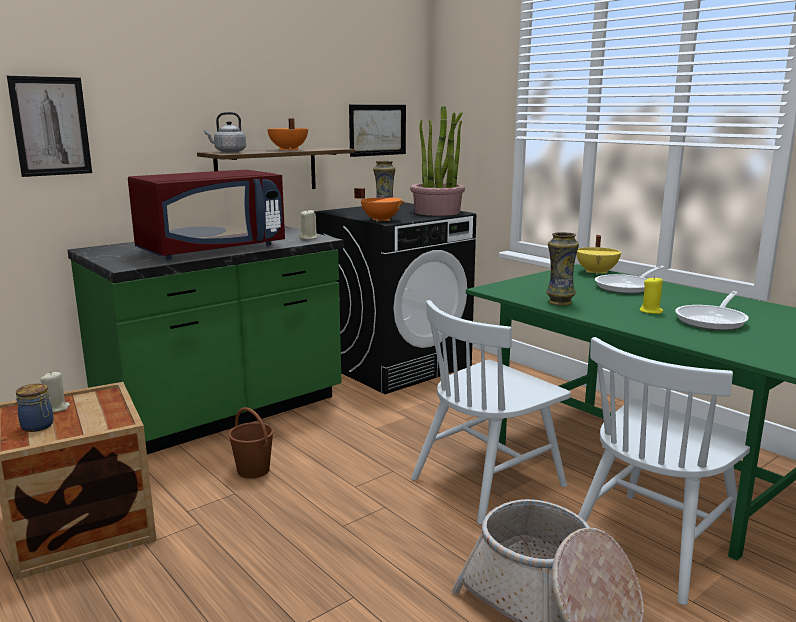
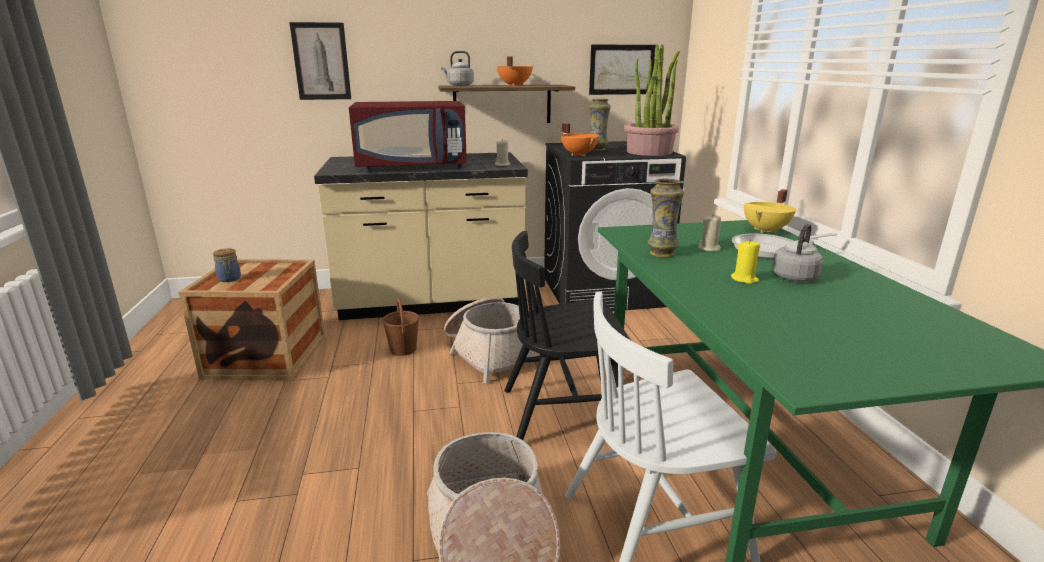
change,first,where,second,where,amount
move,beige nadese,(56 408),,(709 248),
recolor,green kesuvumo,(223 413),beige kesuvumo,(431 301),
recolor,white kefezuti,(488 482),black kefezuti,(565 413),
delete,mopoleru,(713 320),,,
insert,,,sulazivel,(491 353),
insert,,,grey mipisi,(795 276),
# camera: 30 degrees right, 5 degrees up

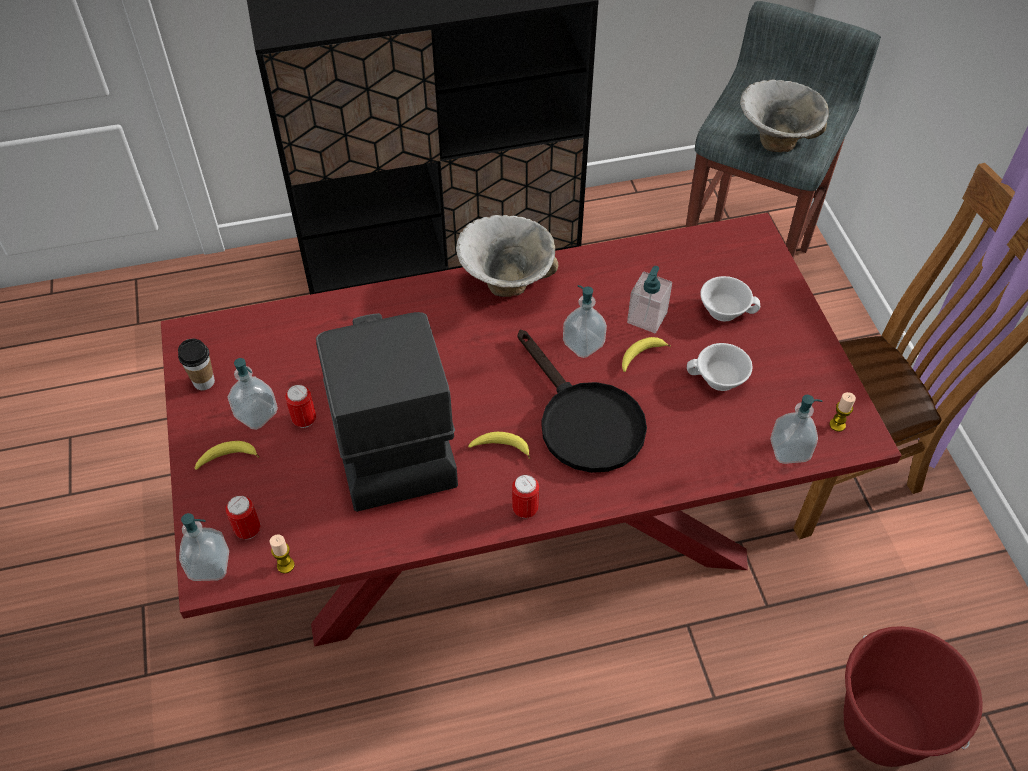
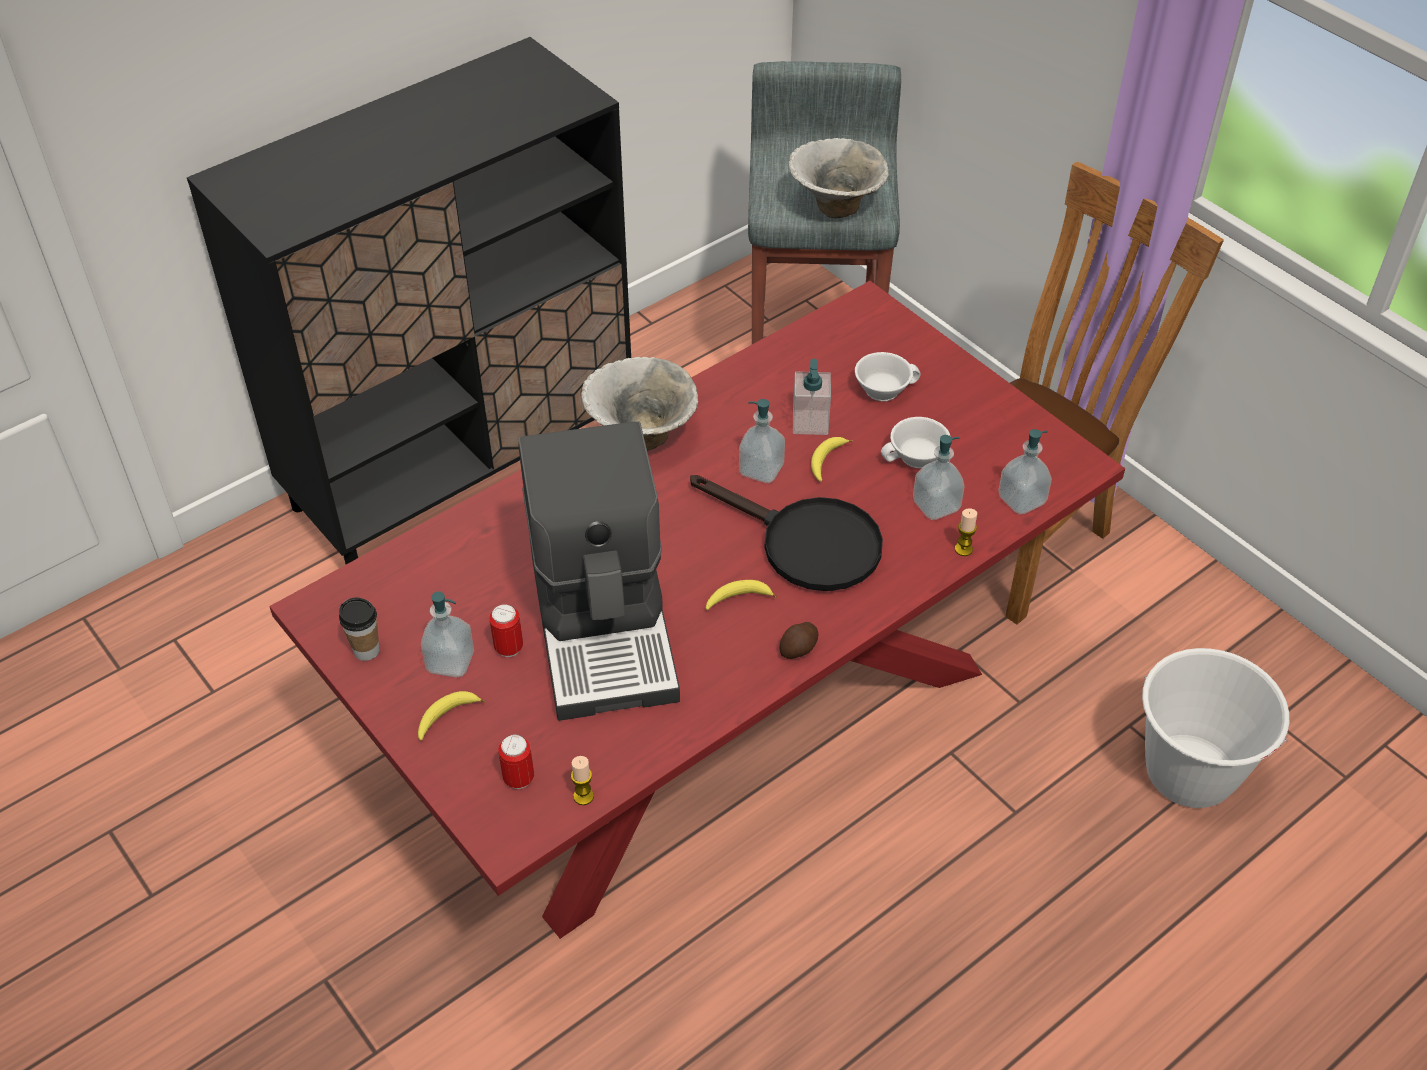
change,first,where,second,where,amount
move,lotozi,(209 565),,(936 505),
rotate,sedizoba,(386 431),,(606 627),150 degrees counterclockwise
replace,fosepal,(525 509),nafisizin,(799 648),
move,nadese,(837 425),,(963 549),
recolor,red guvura,(882 728),white guvura,(1189 773),
# camera: 25 degrees left, 5 degrees down

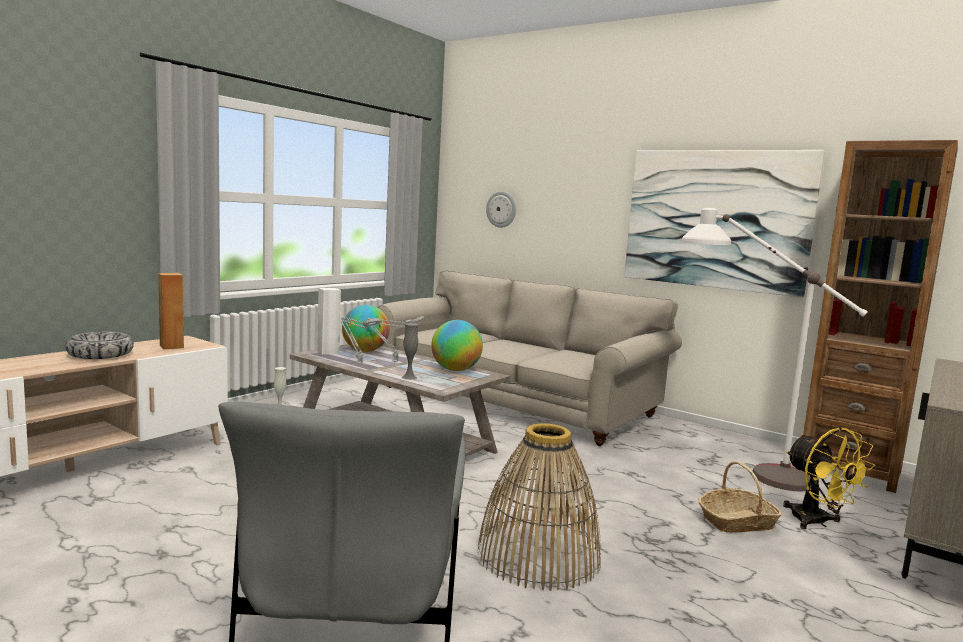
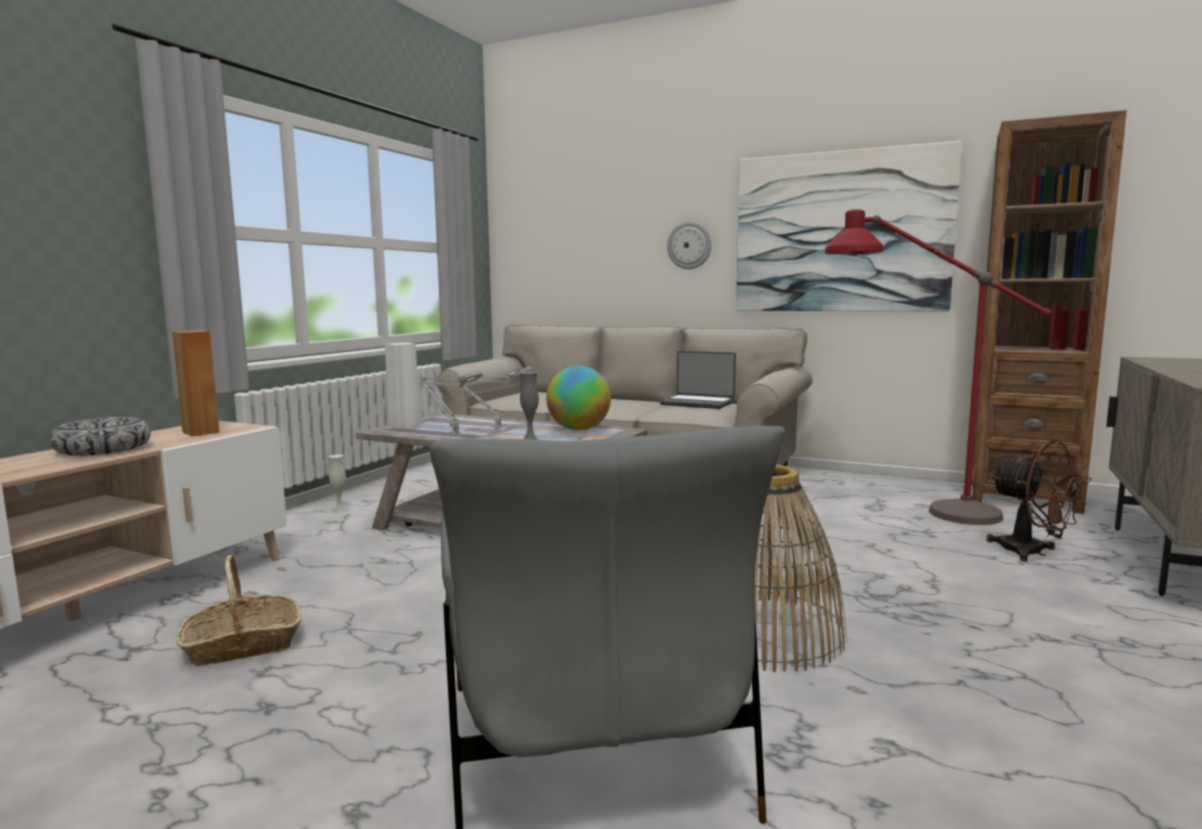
change,first,where,second,where,amount
delete,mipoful,(365 351),,,
move,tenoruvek,(501 209),,(689 245),
recolor,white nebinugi,(740 467),red nebinugi,(913 508),
move,sulazivel,(737 522),,(242 645),
recolor,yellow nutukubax,(816 522),brown nutukubax,(1032 553),
insert,,,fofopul,(698 403),
# camera: 10 degrees left, 0 degrees up

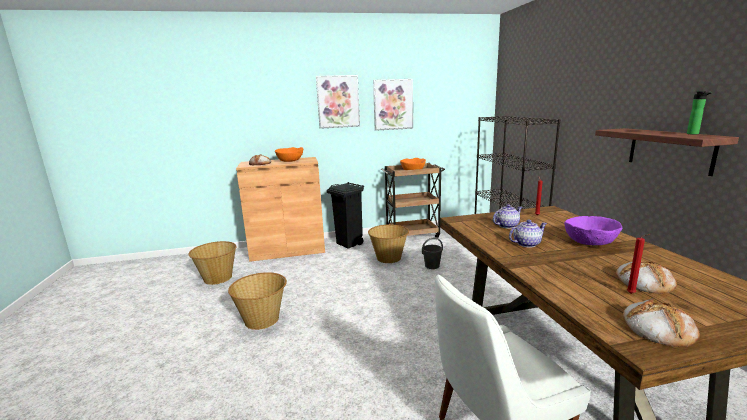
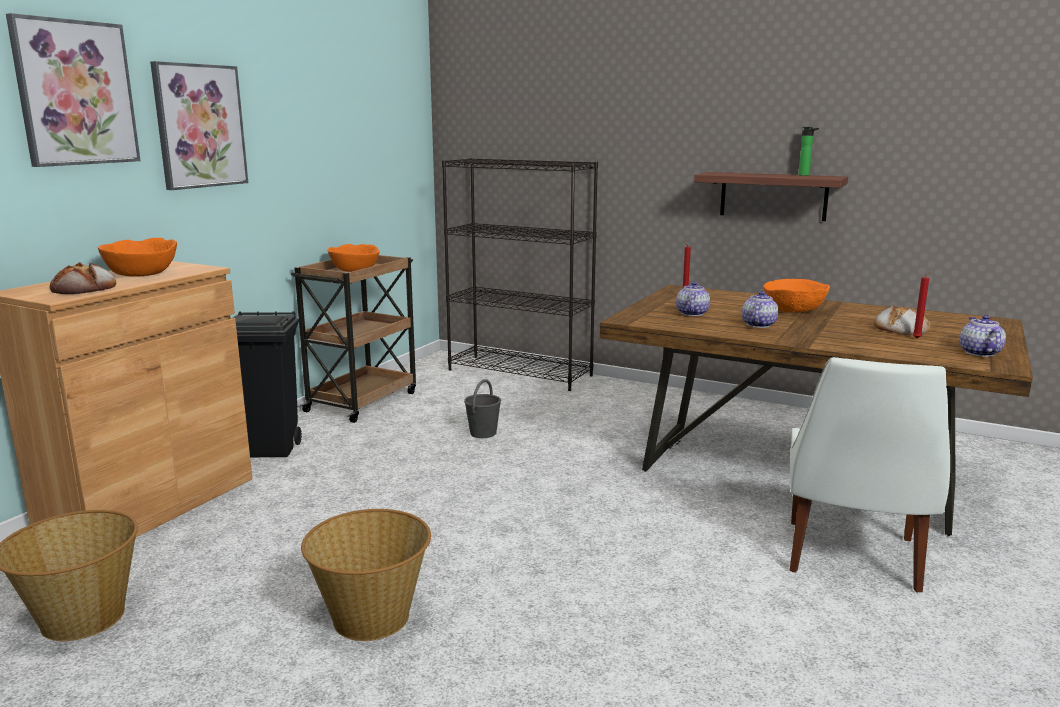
change,first,where,second,where,amount
delete,sulazivel,(389 258),,,
move,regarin,(393 104),,(75 93),
recolor,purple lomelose,(589 242),orange lomelose,(793 310),
replace,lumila,(657 328),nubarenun,(979 353),
# camera: 50 degrees left, 0 degrees up

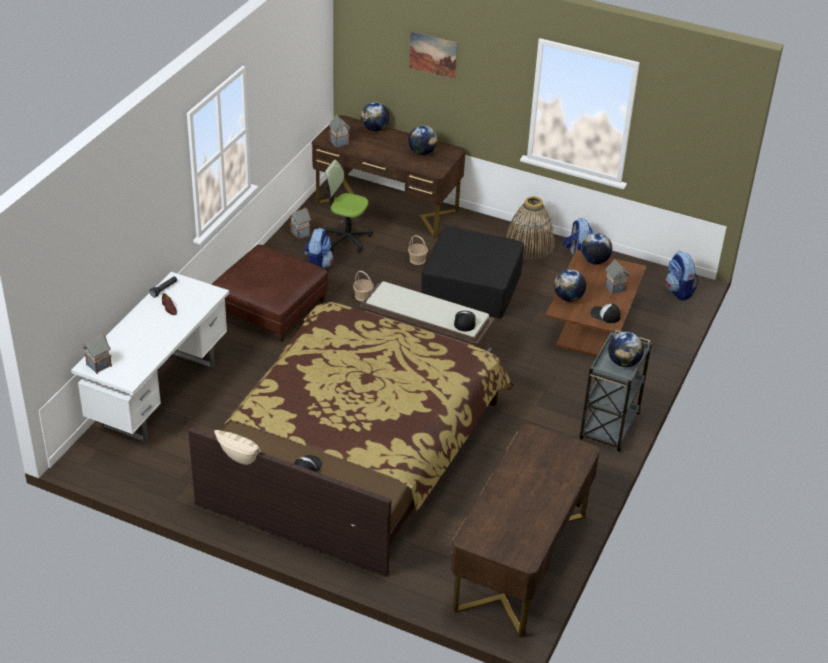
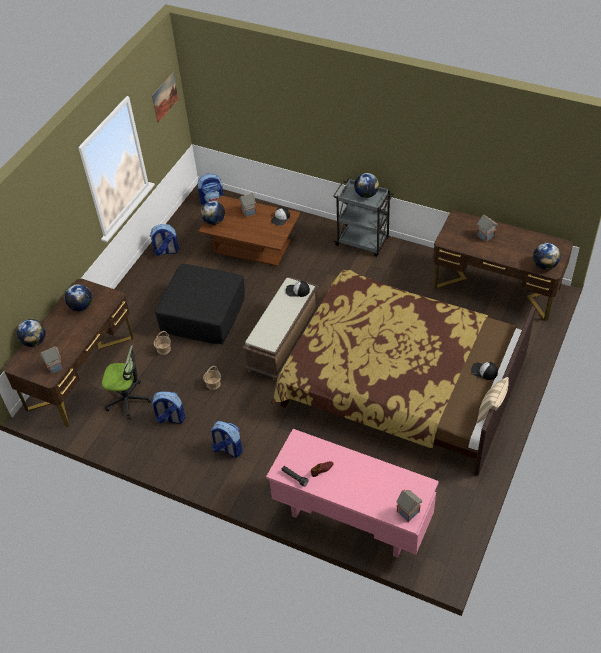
change,first,where,second,where,amount
recolor,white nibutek,(159 395),pink nibutek,(351 519),
replace,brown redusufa,(270 307),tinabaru,(228 449),
move,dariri,(300 233),,(485 236),
rotate,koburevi,(346 239),,(128 400),105 degrees counterclockwise
move,regarin,(433 54),,(164 97),
delete,sulazivel,(529 245),,,
move,mipoful,(568 298),,(544 265),
# camera: 85 degrees left, 10 degrees up

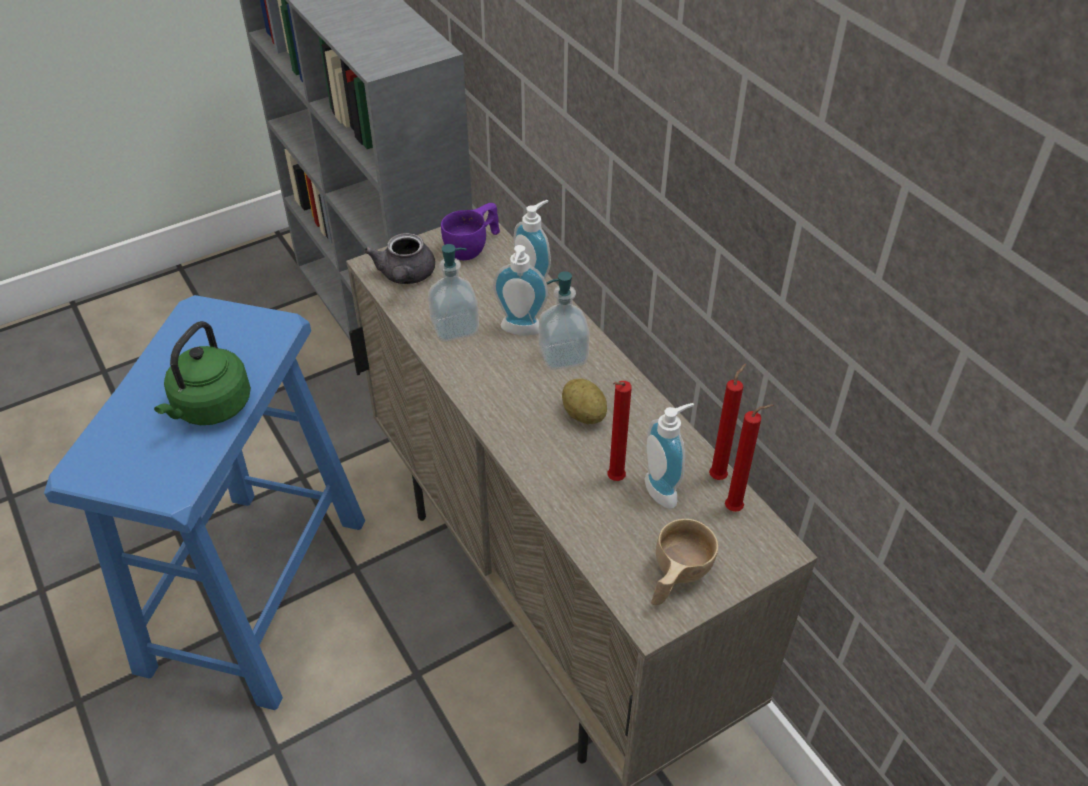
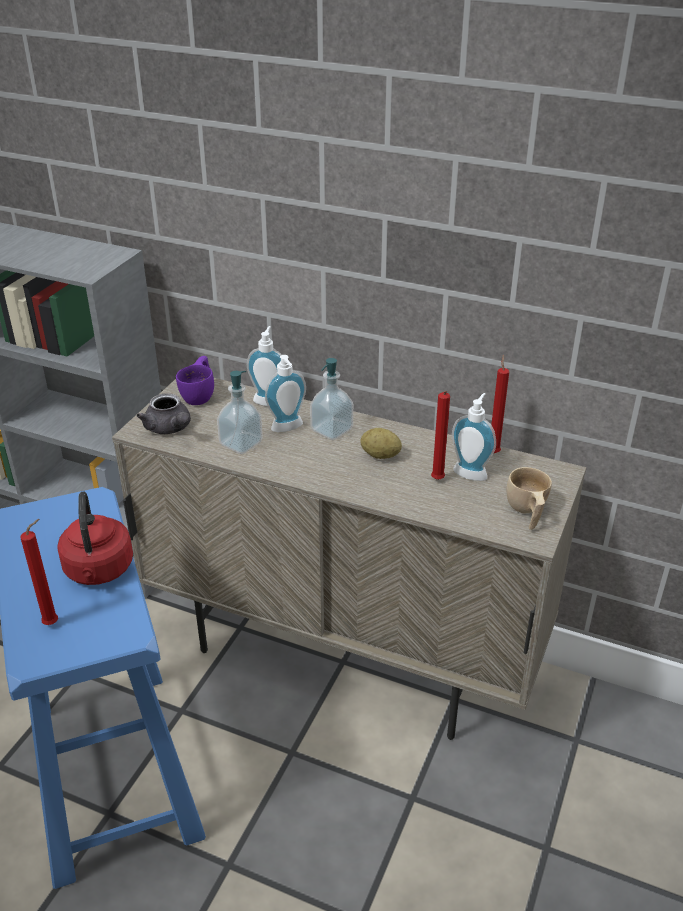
change,first,where,second,where,amount
recolor,green mipisi,(210 408),red mipisi,(99 571),
move,red nadese,(736 509),,(53 623),
# camera: 35 degrees left, 10 degrees down

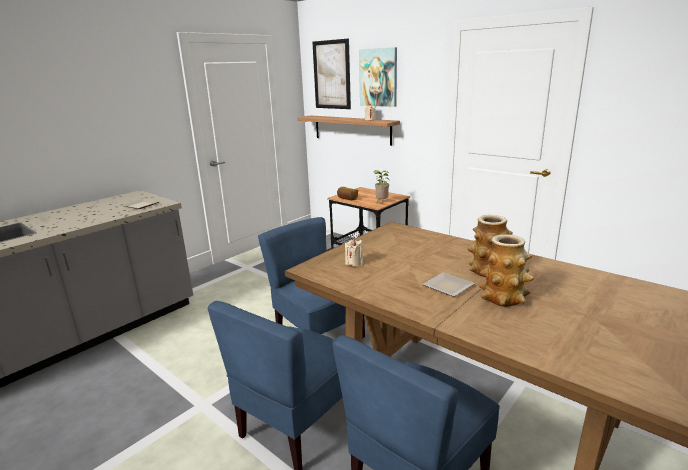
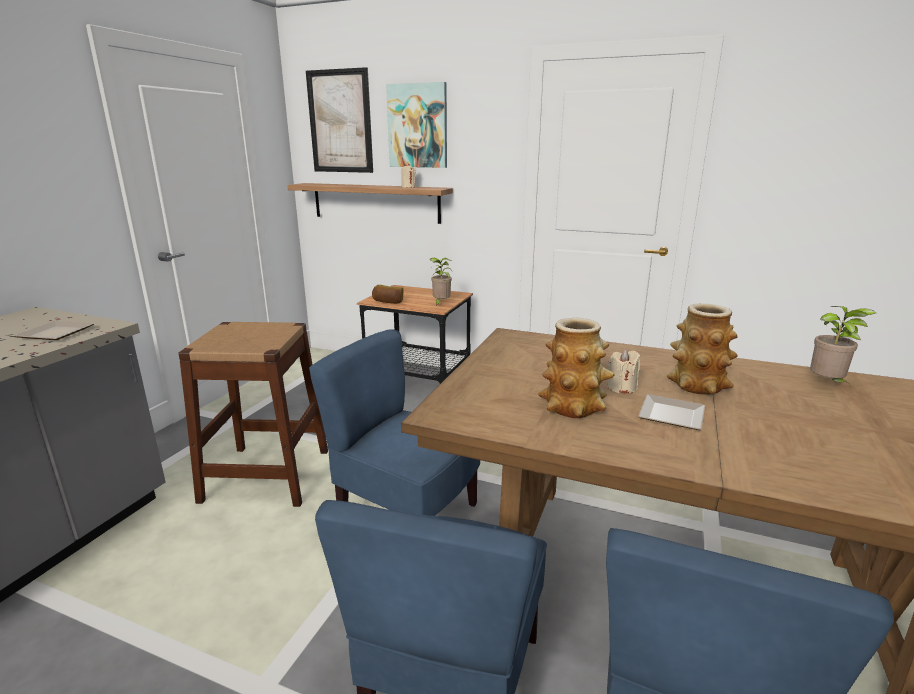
change,first,where,second,where,amount
move,beige nadese,(354 263),,(621 388),
move,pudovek,(503 298),,(573 407),
insert,,,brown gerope,(267 475),
insert,,,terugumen,(827 384),
# camera: 20 degrees left, 0 degrees up

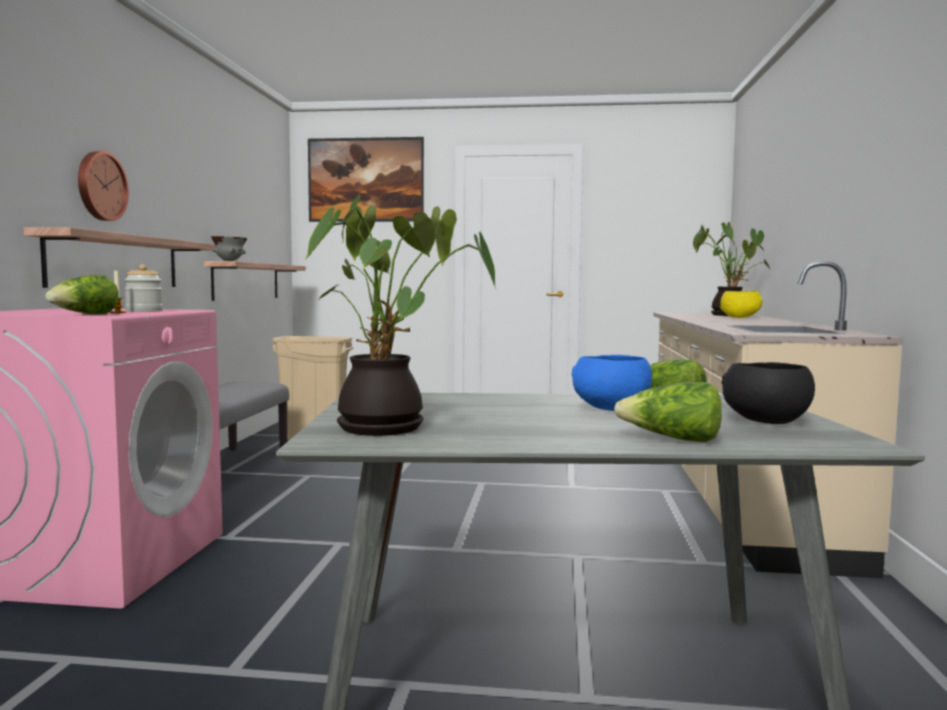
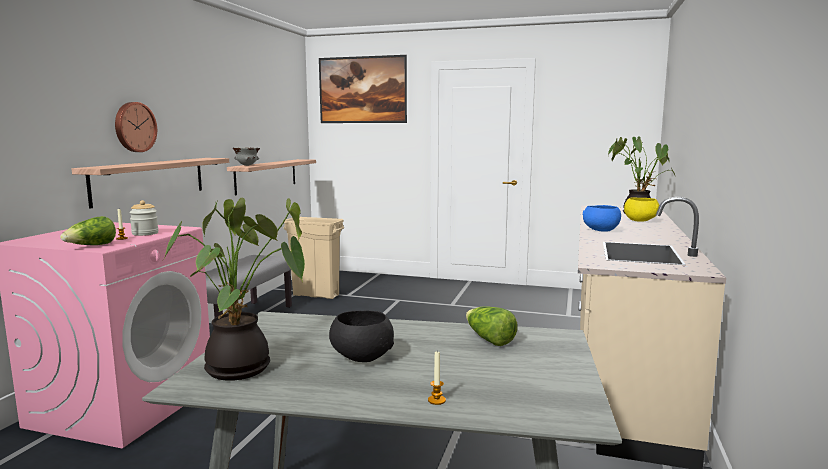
change,first,where,second,where,amount
move,blue lomelose,(610 410),,(600 231),
replace,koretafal,(672 439),nadese,(436 400),
move,black lomelose,(765 422),,(361 358),
# camera: 10 degrees right, 5 degrees up

